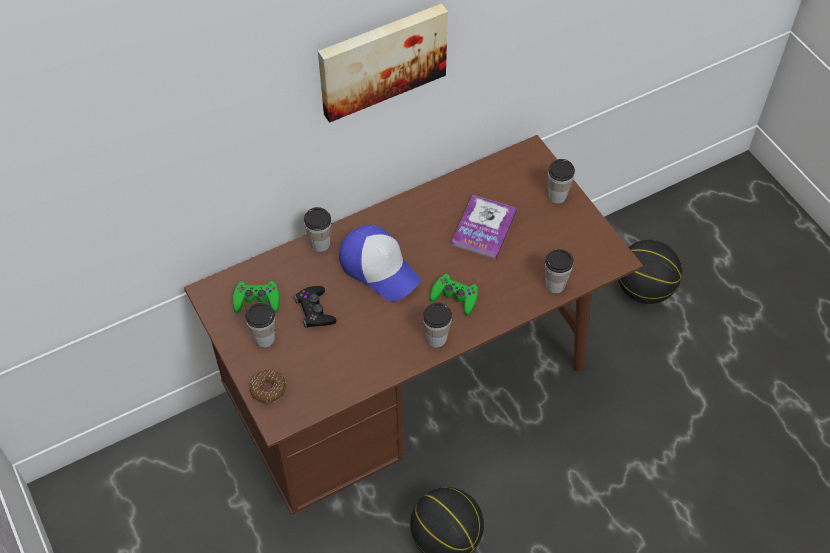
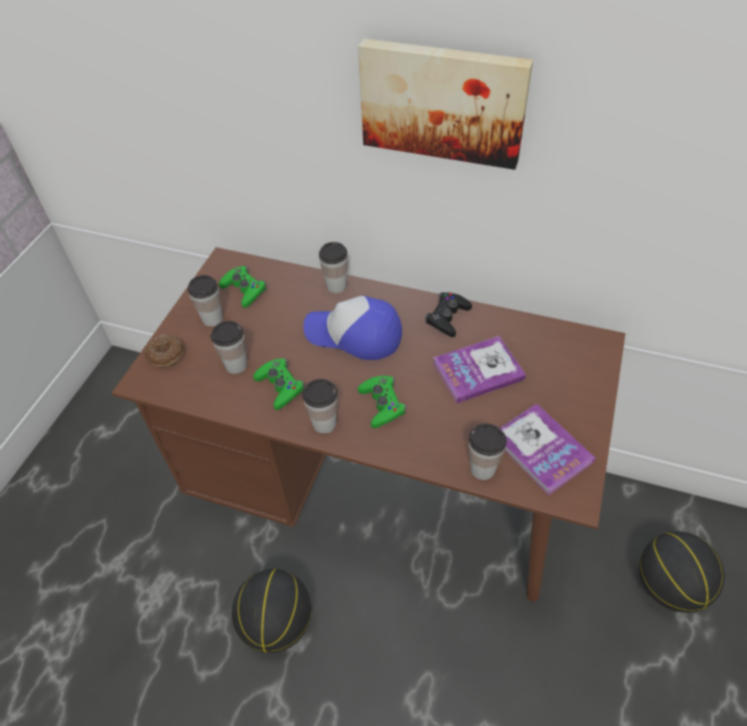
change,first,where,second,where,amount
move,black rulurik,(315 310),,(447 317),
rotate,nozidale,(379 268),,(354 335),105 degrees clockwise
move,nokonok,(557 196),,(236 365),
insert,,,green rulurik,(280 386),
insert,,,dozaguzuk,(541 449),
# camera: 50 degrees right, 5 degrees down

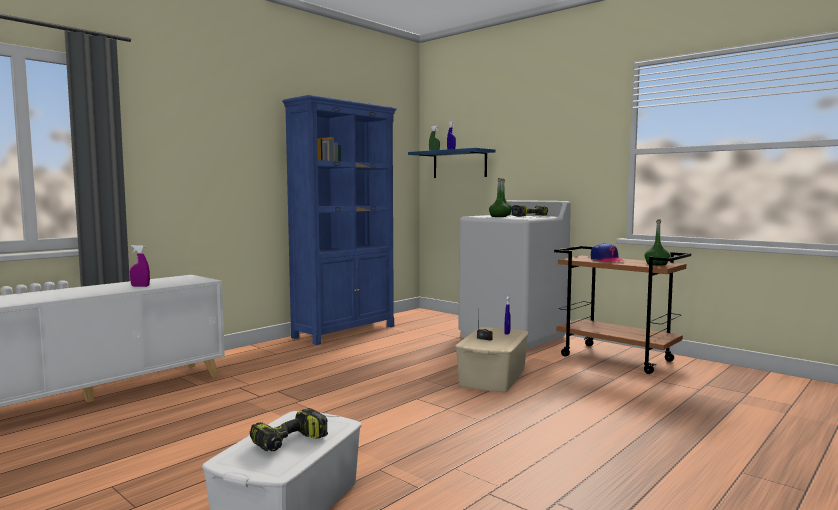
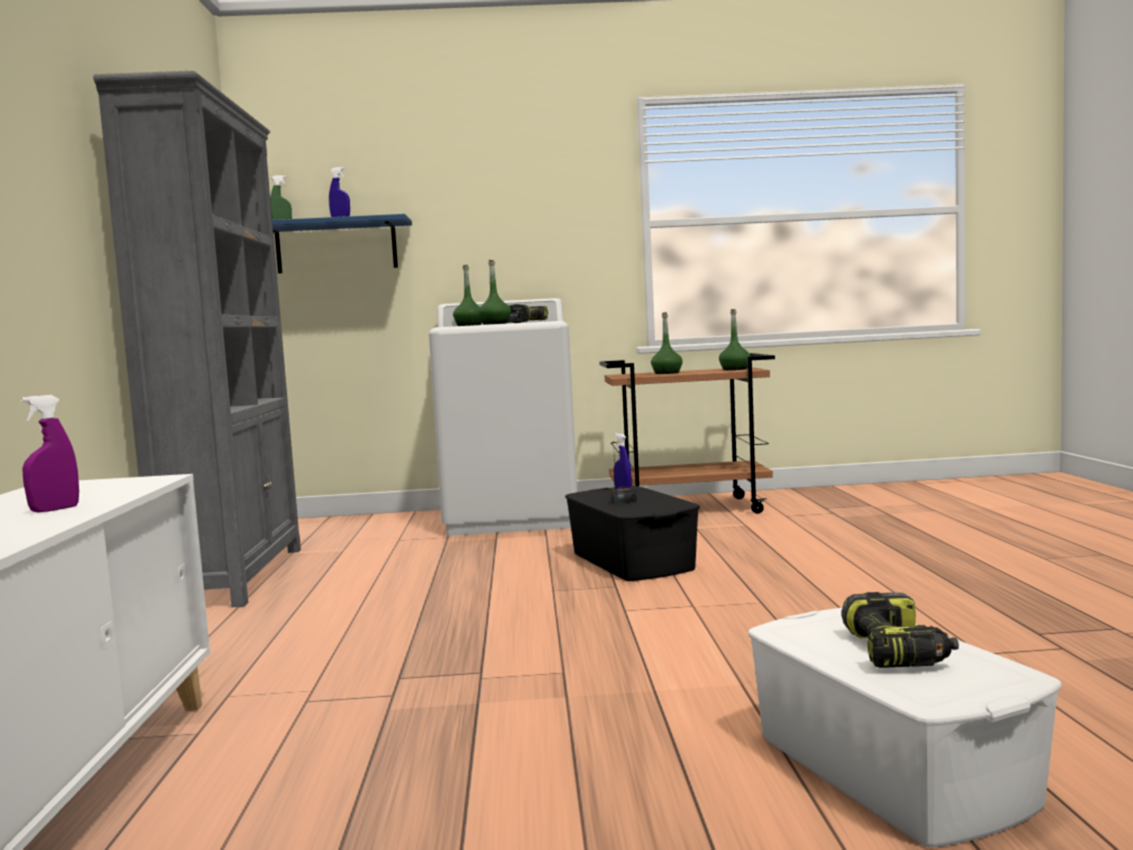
change,first,where,second,where,amount
recolor,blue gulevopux,(345 331),grey gulevopux,(235 577),
recolor,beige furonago,(492 377),black furonago,(631 561),
replace,nozidale,(607 260),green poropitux,(667 373),
# camera: 45 degrees left, 0 degrees up

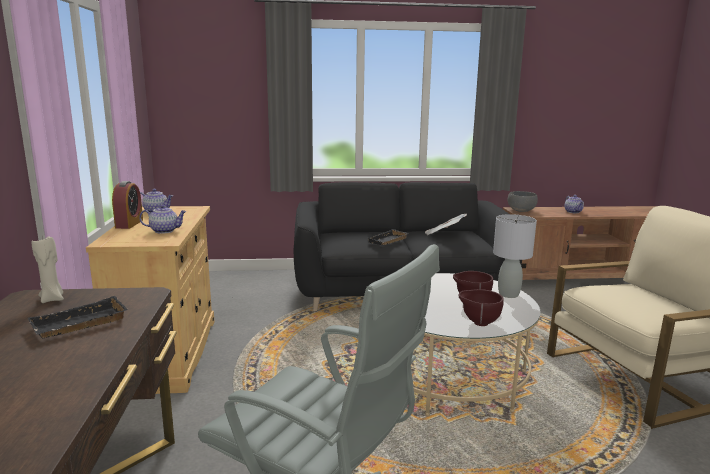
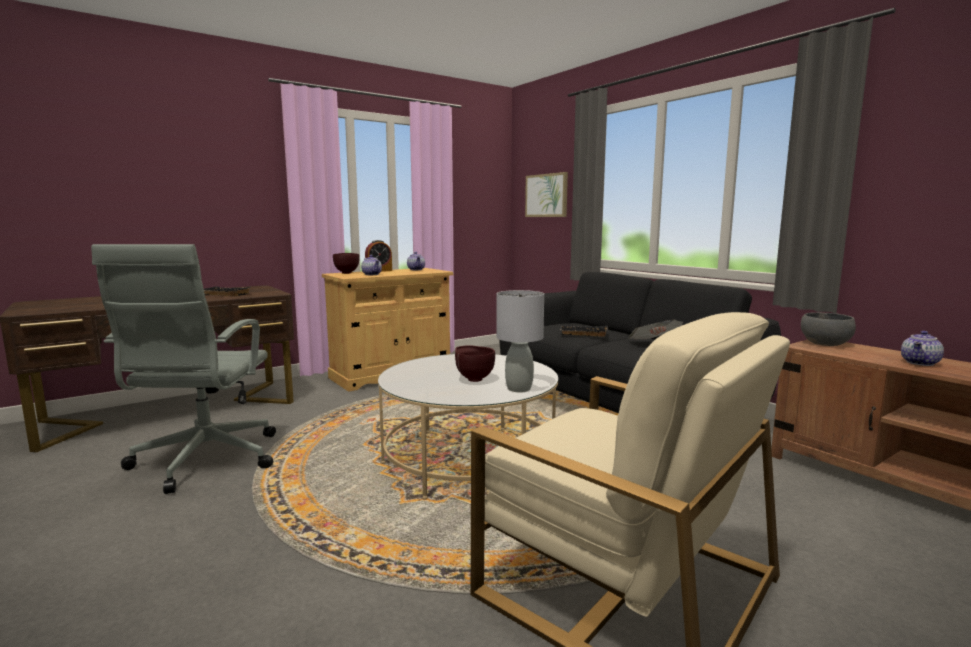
change,first,where,second,where,amount
delete,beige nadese,(52 299),,,
move,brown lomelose,(478 323),,(346 273),
insert,,,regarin,(546 195),
# camera: 60 degrees right, 5 degrees down

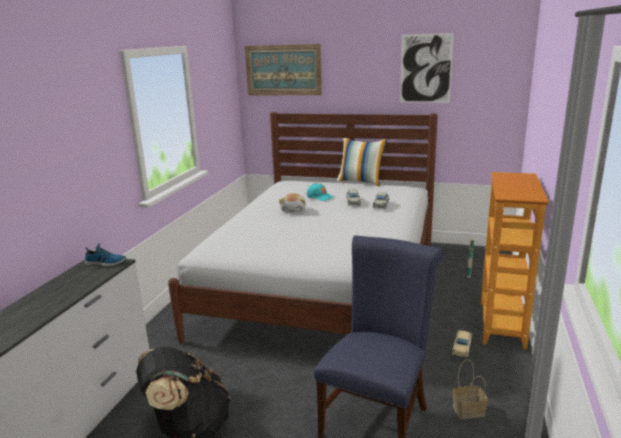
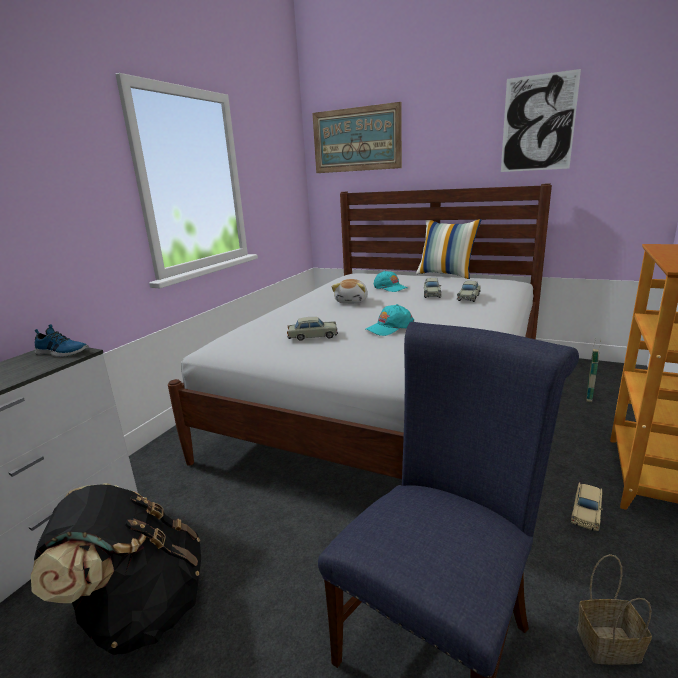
change,first,where,second,where,amount
insert,,,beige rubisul,(312 336),
insert,,,turquoise nozidale,(390 328),
# camera: 10 degrees right, 0 degrees up

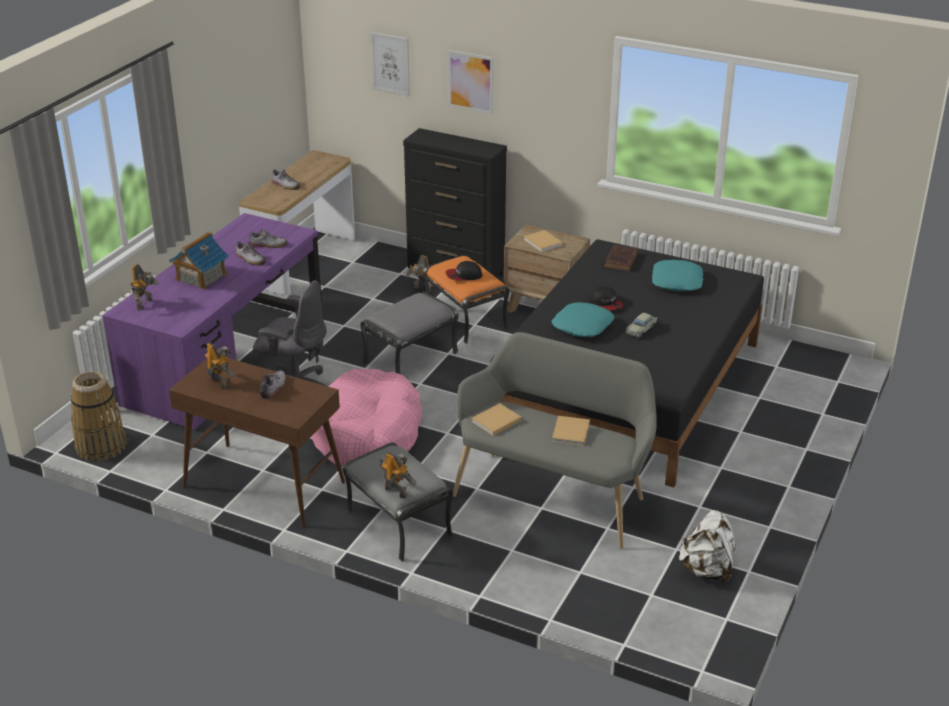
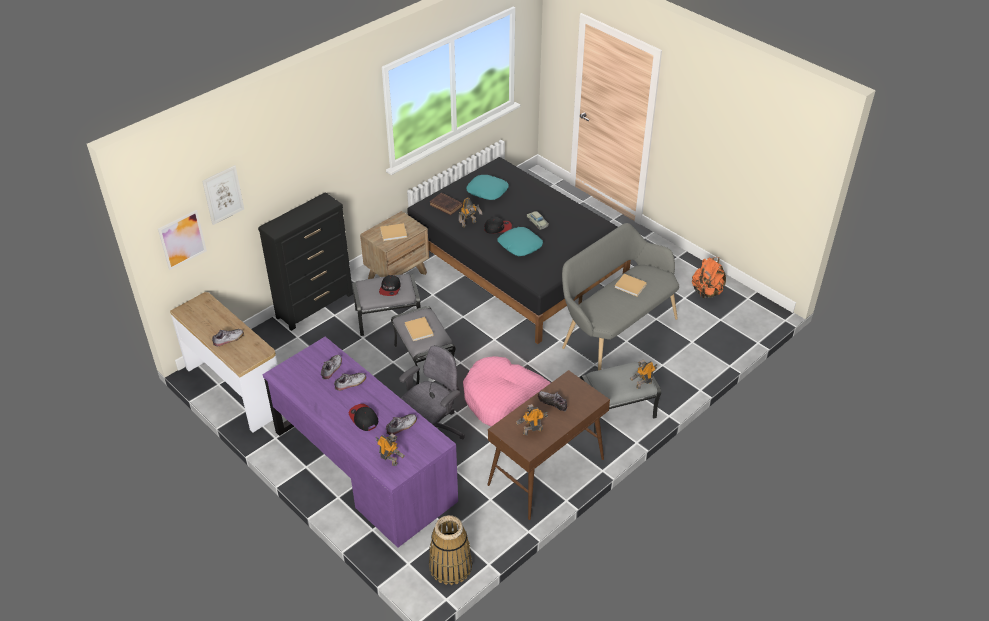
change,first,where,second,where,amount
replace,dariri,(201 277),nozidale,(363 418),
move,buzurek,(421 290),,(469 224),
recolor,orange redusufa,(466 319),grey redusufa,(388 317),
move,regarin,(470 82),,(182 239),
move,beige dozaguzuk,(495 421),,(419 330),
recolor,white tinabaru,(707 570),orange tinabaru,(706 292),
insert,,,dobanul,(402 426),
# camera: 70 degrees left, 10 degrees up

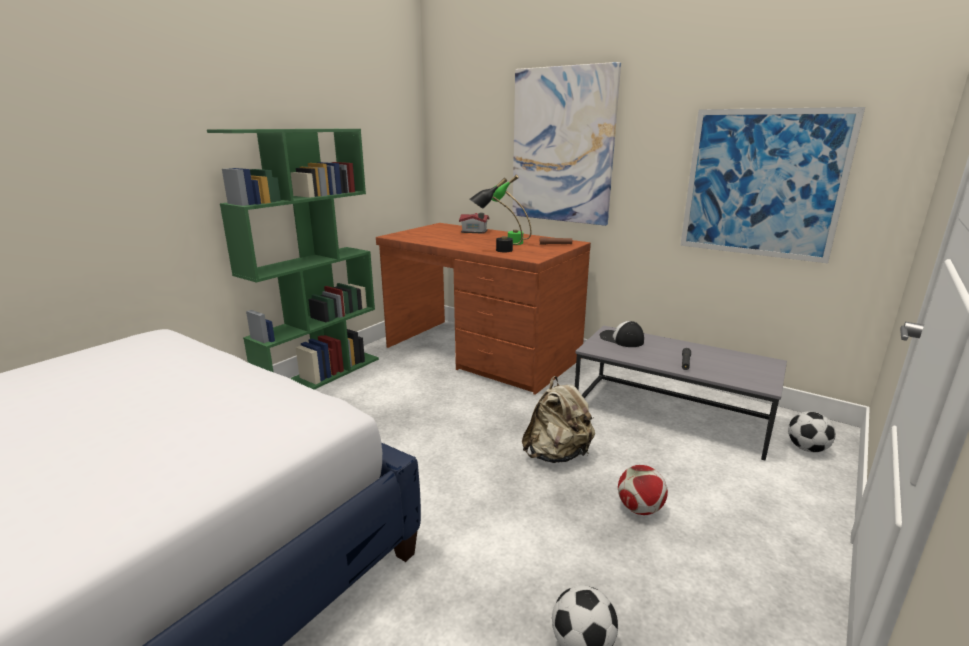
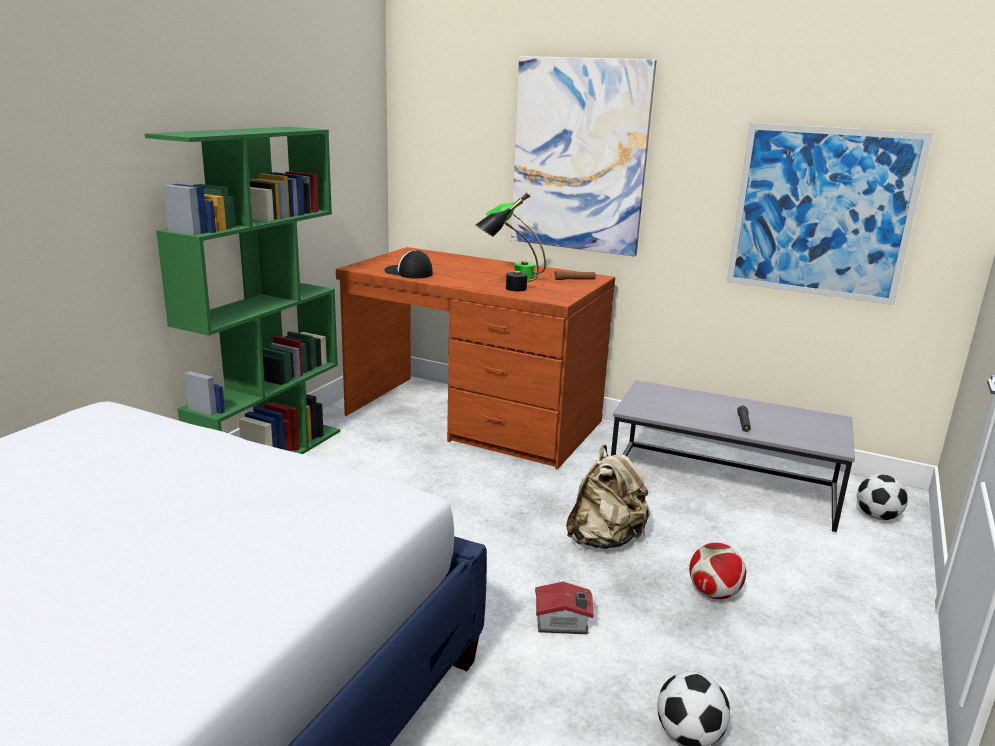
change,first,where,second,where,amount
move,dariri,(475 231),,(563 623),
move,nozidale,(621 339),,(408 273),
# camera: 10 degrees left, 0 degrees up

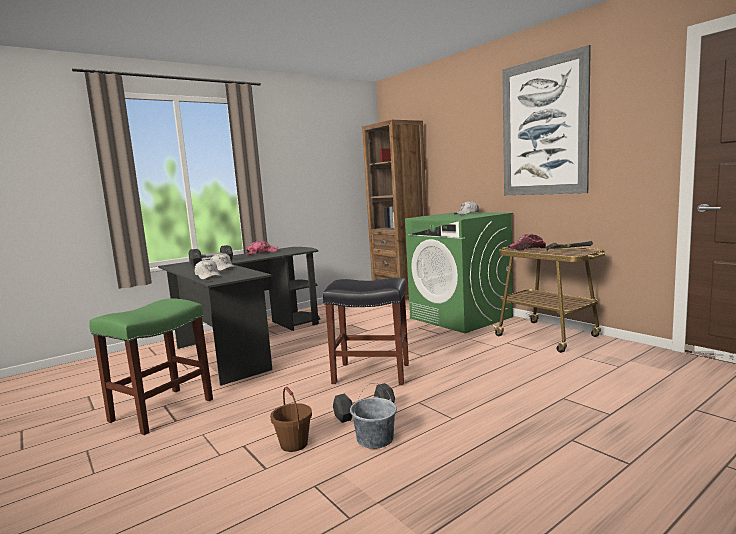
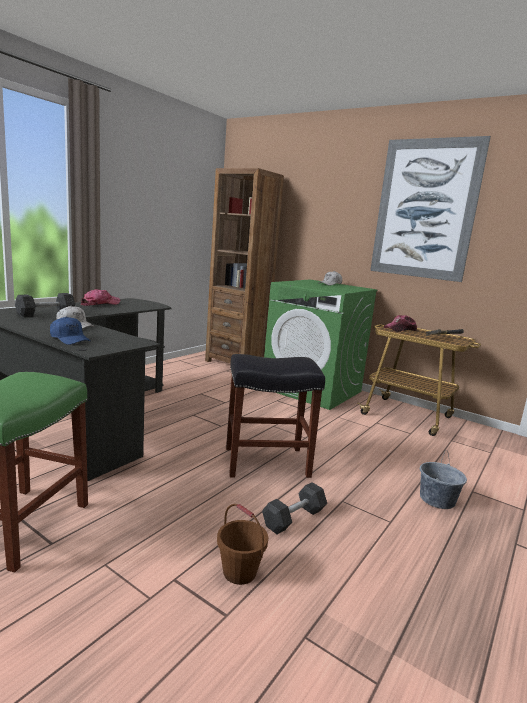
change,first,where,second,where,amount
recolor,white nozidale,(208 276),blue nozidale,(69 339),
move,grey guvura,(374 439),,(437 500),
# camera: 20 degrees left, 5 degrees up

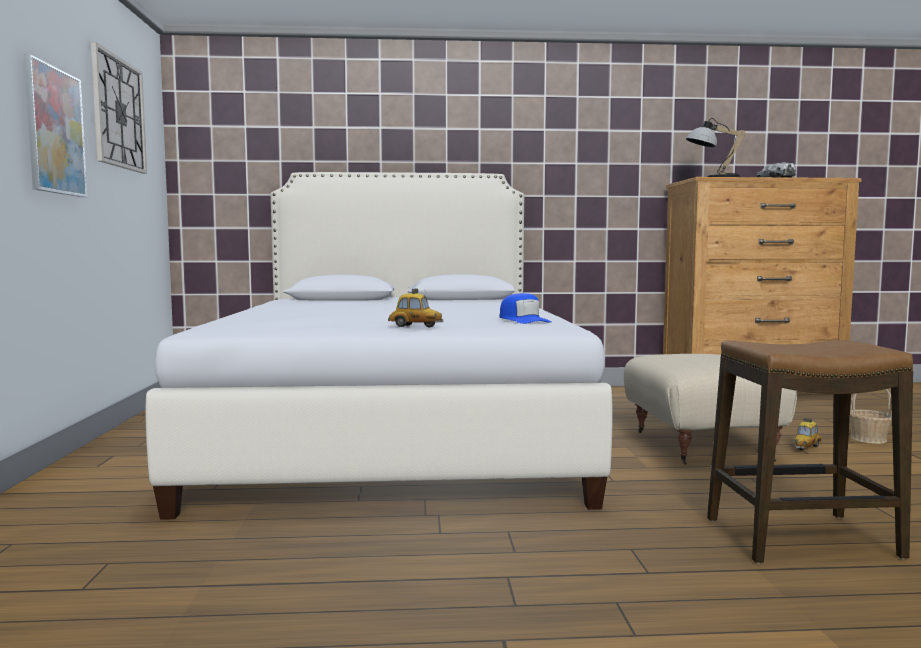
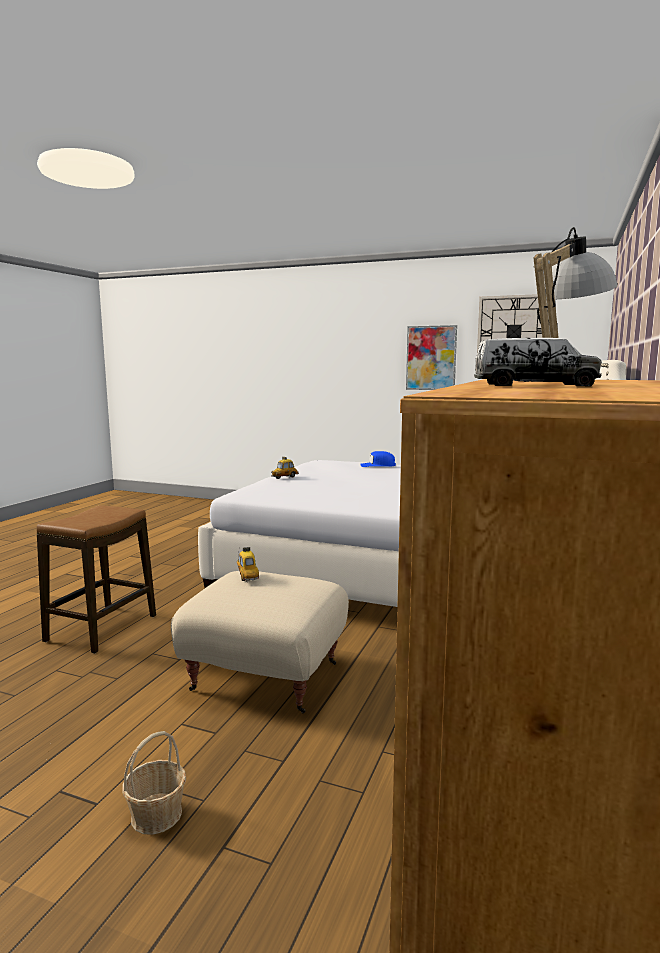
change,first,where,second,where,amount
move,blue nozidale,(523 320),,(377 465),
move,rubisul,(806 447),,(247 576),
# camera: 115 degrees right, 5 degrees up

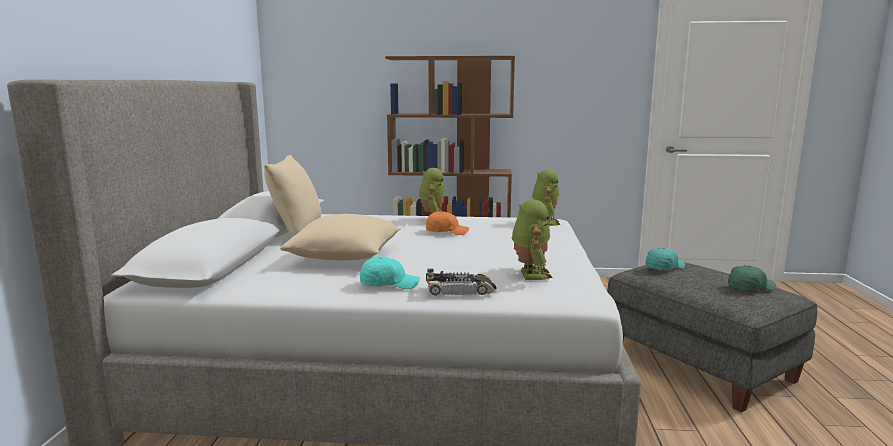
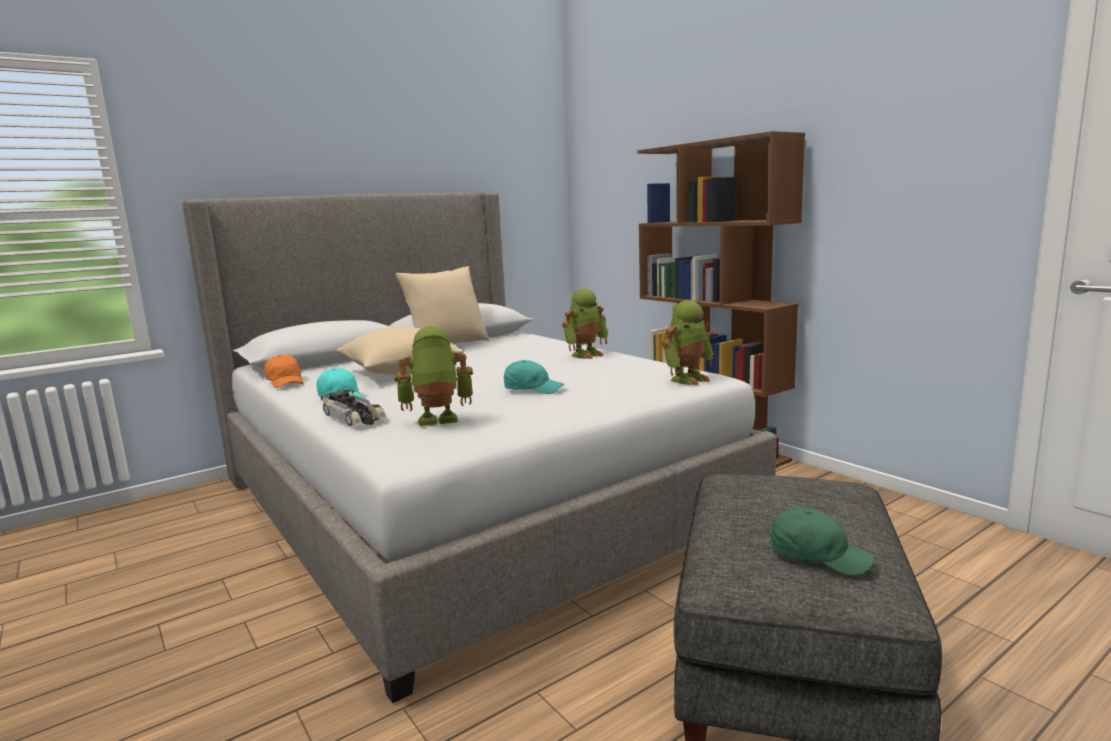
change,first,where,second,where,amount
move,orange nozidale,(446 232),,(286 382),
rotate,buzurek,(530 274),,(437 421),150 degrees counterclockwise
move,turquoise nozidale,(664 267),,(532 389),
# camera: 50 degrees right, 0 degrees up

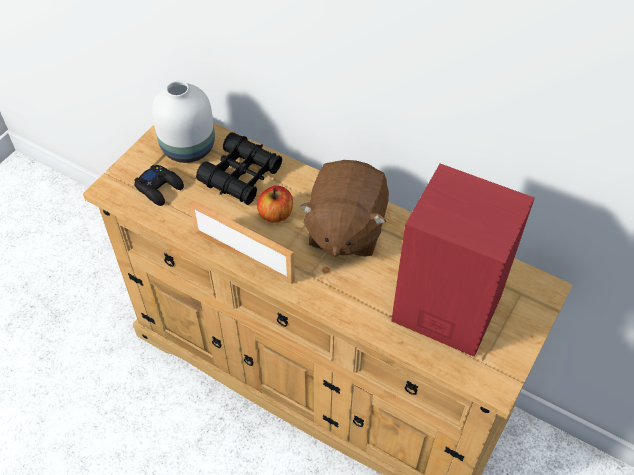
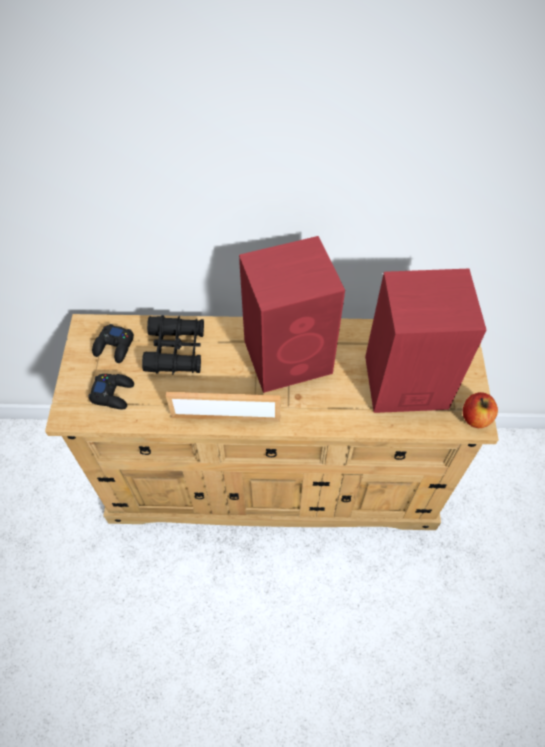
change,first,where,second,where,amount
replace,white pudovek,(189 148),black rulurik,(114 346),
move,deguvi,(276 214),,(475 417),
replace,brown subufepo,(345 229),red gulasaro,(290 356),
# camera: 30 degrees left, 5 degrees up

